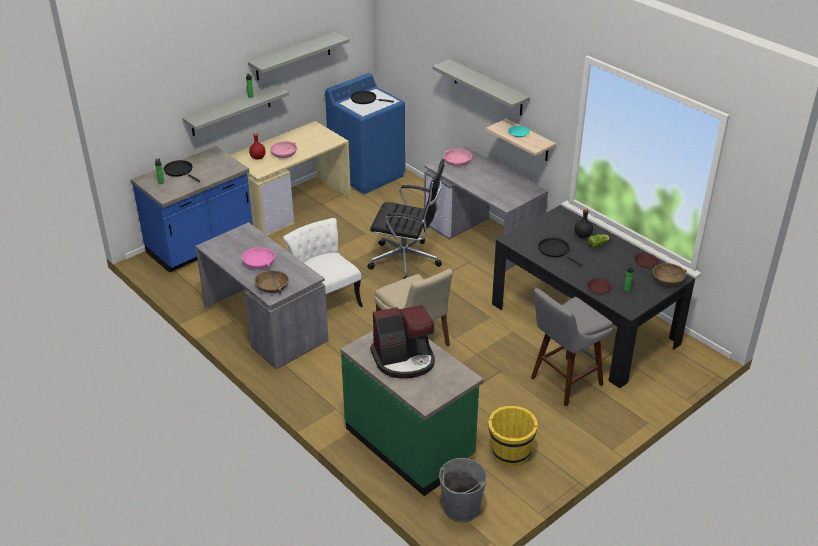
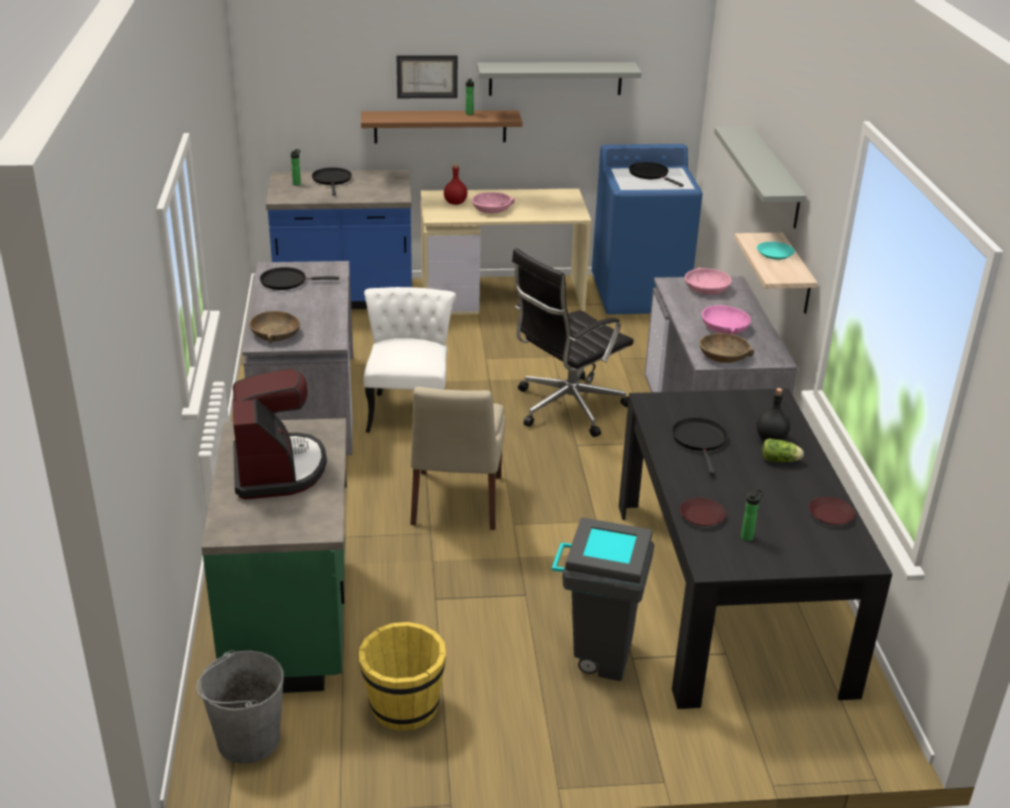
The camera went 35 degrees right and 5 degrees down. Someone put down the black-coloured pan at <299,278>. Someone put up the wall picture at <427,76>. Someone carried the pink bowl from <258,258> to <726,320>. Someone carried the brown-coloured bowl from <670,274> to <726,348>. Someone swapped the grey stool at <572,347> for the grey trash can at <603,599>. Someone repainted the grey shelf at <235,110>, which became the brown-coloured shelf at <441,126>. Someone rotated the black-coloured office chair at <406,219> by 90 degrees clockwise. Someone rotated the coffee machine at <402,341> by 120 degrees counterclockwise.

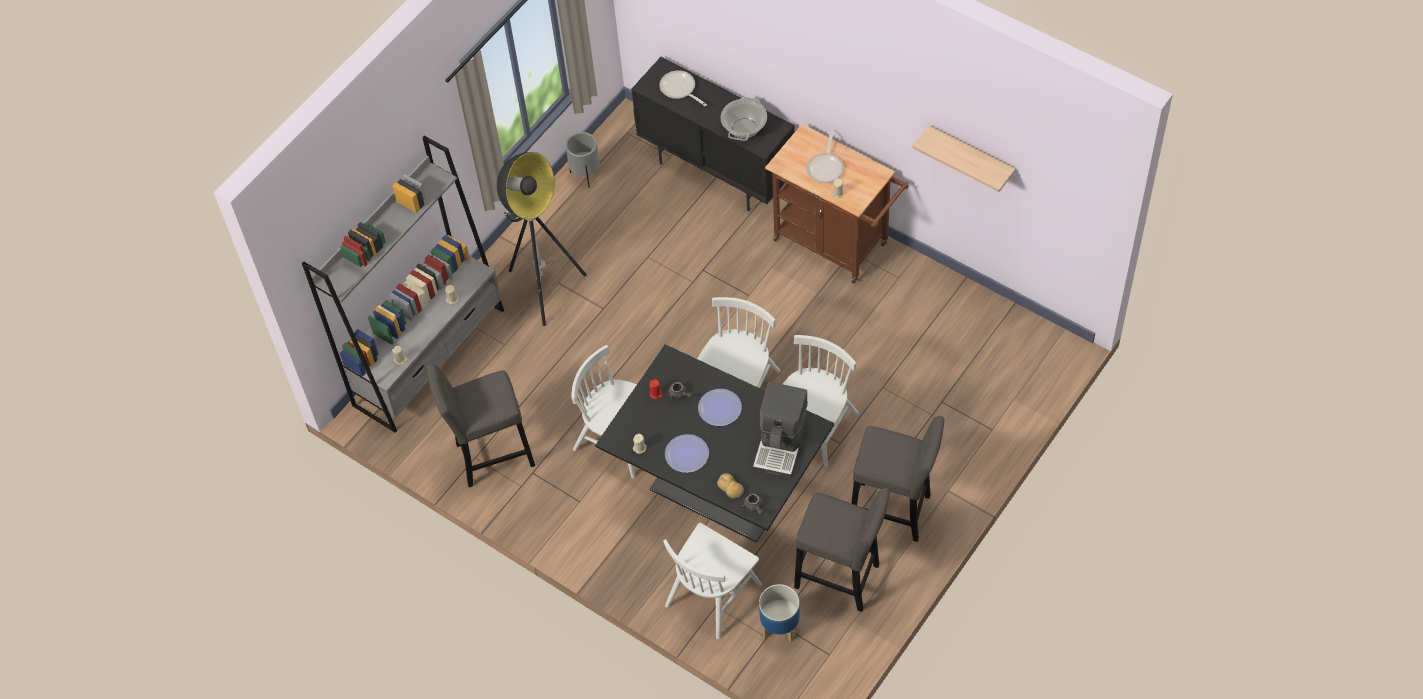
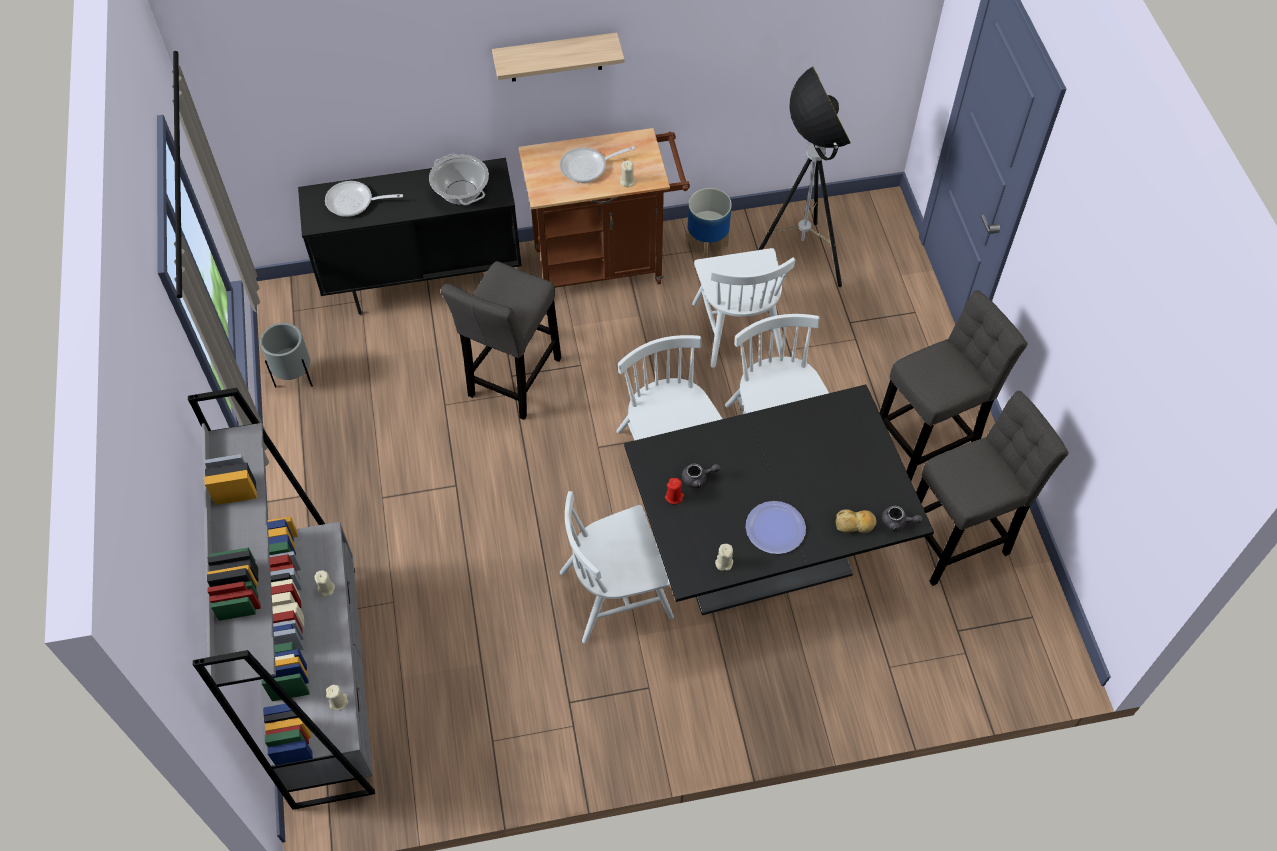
The camera went 50 degrees left and 0 degrees up. Someone took away the plate at <720,407>. Someone took away the coffee machine at <780,430>. Someone carried the grey stool from <480,425> to <501,340>. Someone carried the floor lamp from <542,239> to <804,176>. Someone carried the white-coloured chair from <712,581> to <743,308>. Someone carried the plant pot from <779,613> to <709,223>. Someone carried the shelf from <964,158> to <558,57>. Someone rotated the pan at <825,157> by 105 degrees clockwise.

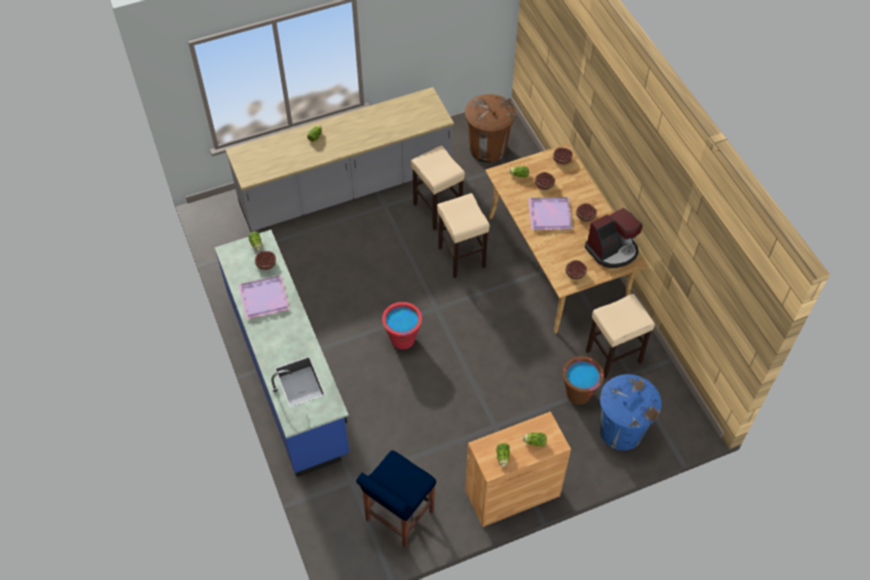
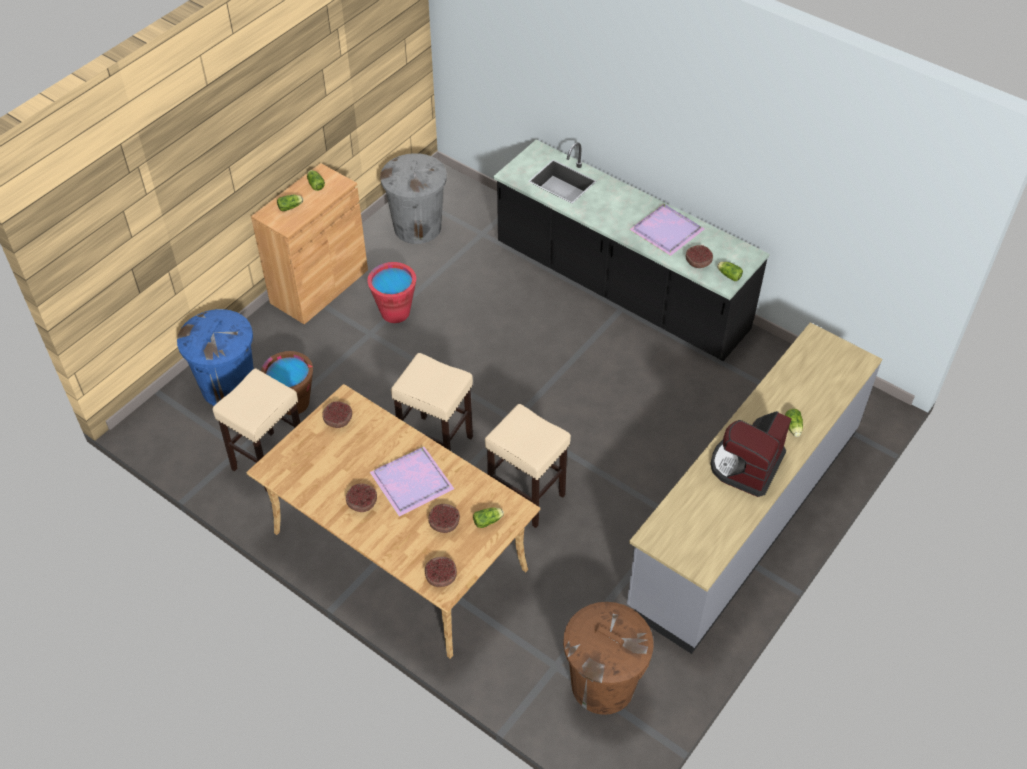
The camera went 150 degrees right and 5 degrees down. Someone carried the red pail from <402,325> to <391,292>. Someone carried the sand-coloured stool from <438,187> to <432,402>. Someone carried the coffee machine from <613,238> to <751,454>. Someone swapped the bluish stool at <396,499> for the grey trash can at <413,198>. Someone repainted the bluish kitchen base unit at <281,353>, which became the black-coloured kitchen base unit at <631,250>.

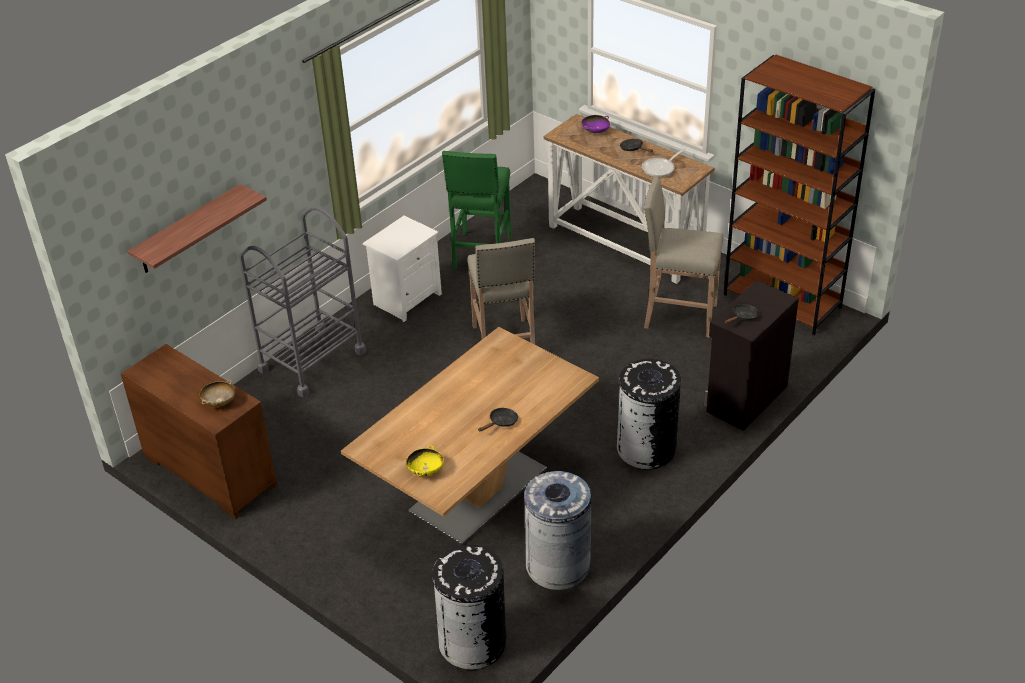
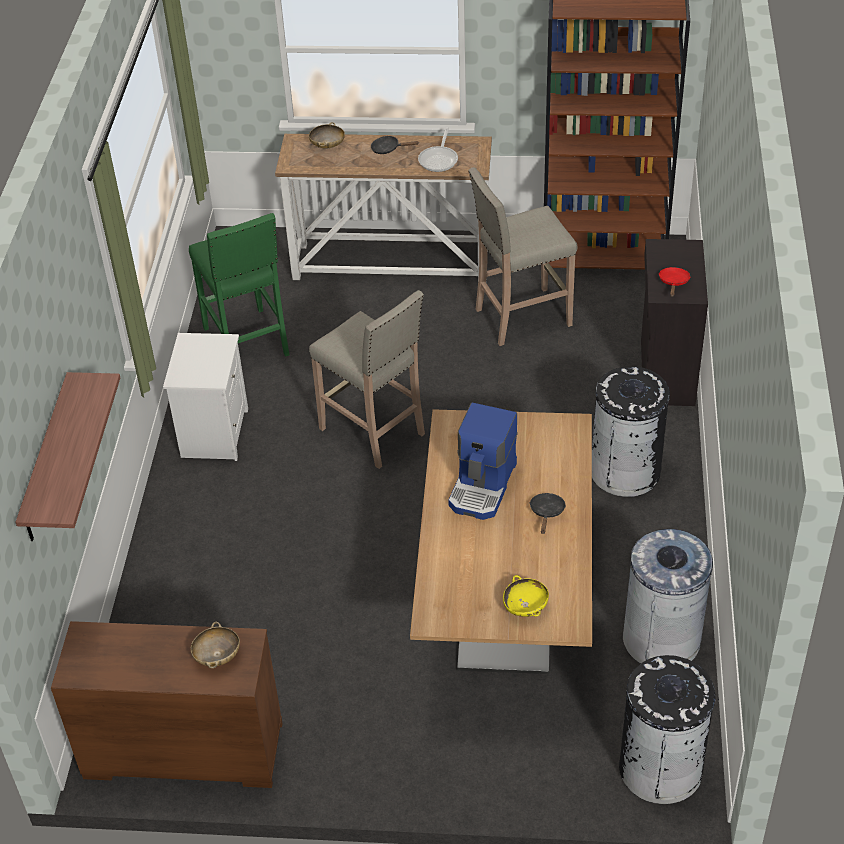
The camera went 35 degrees left and 5 degrees up. Someone took away the grey cart at <302,301>. Someone put down the coffee machine at <483,461>. Someone repainted the purplish bowl at <596,124>, which became the sand-coloured bowl at <327,135>. Someone repainted the black-coloured pan at <742,314>, which became the red pan at <675,282>.

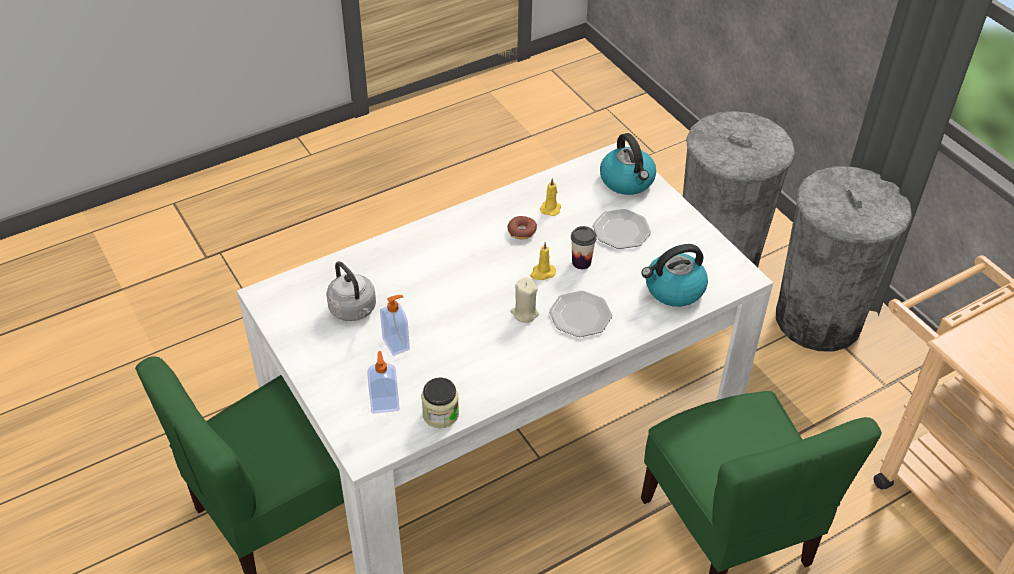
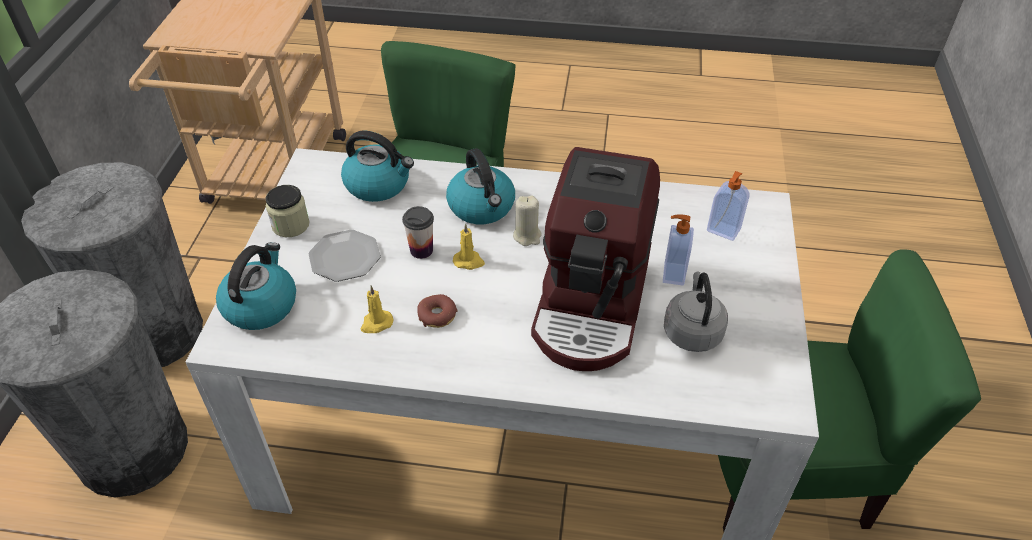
The camera went 140 degrees left and 0 degrees up. Someone put down the coffee machine at <595,259>. Someone carried the storage jar from <440,402> to <287,211>. Someone swapped the plate at <580,314> for the water kettle at <480,186>.

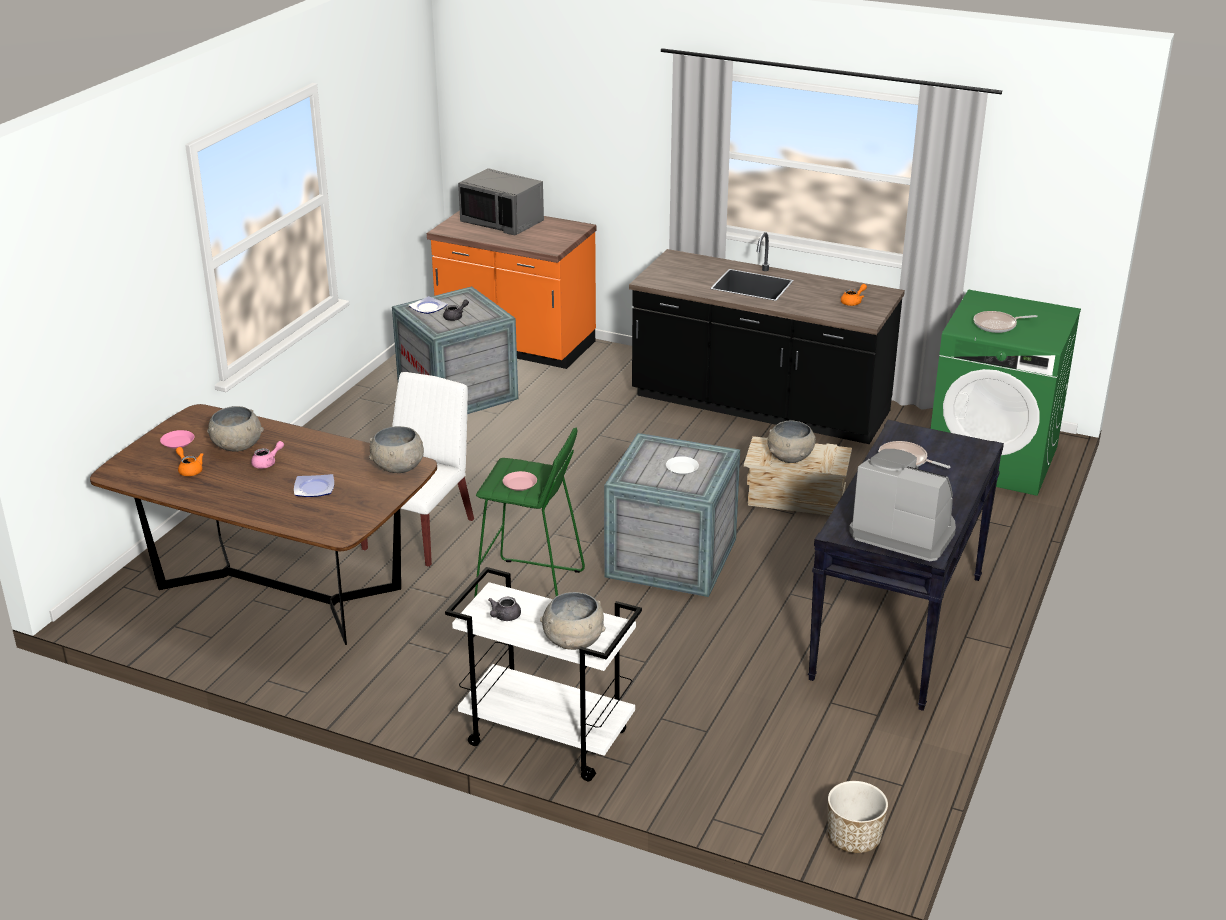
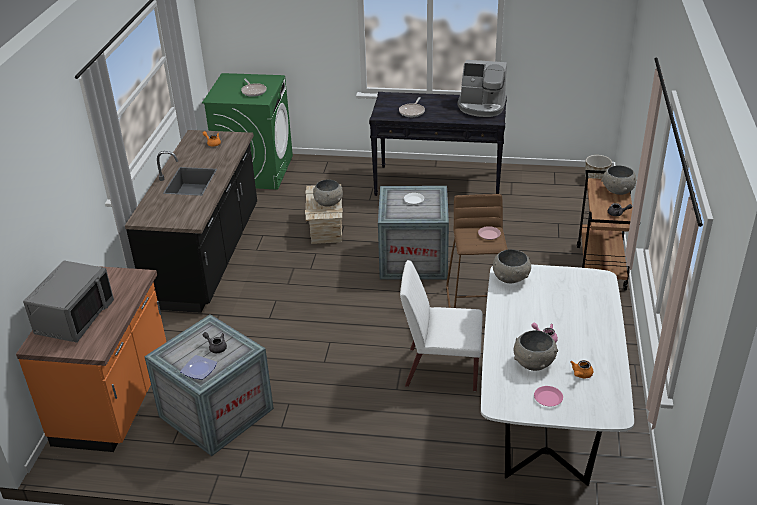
The camera went 105 degrees left and 5 degrees up. Someone took away the plate at <314,485>. Someone repainted the brown-coloured dinner table at <263,524>, which became the white-coloured dinner table at <557,375>. Someone repainted the white-coloured cart at <543,674>, which became the brown-coloured cart at <605,230>. Someone repainted the green stool at <529,513>, which became the brown-coloured stool at <477,251>. Someone rotated the coffee machine at <902,505> by 90 degrees counterclockwise.

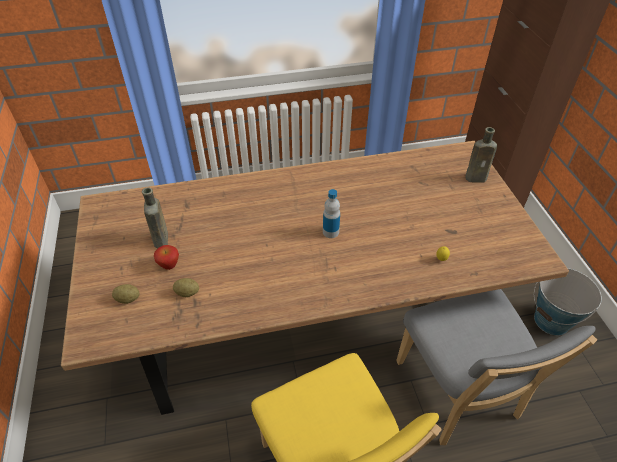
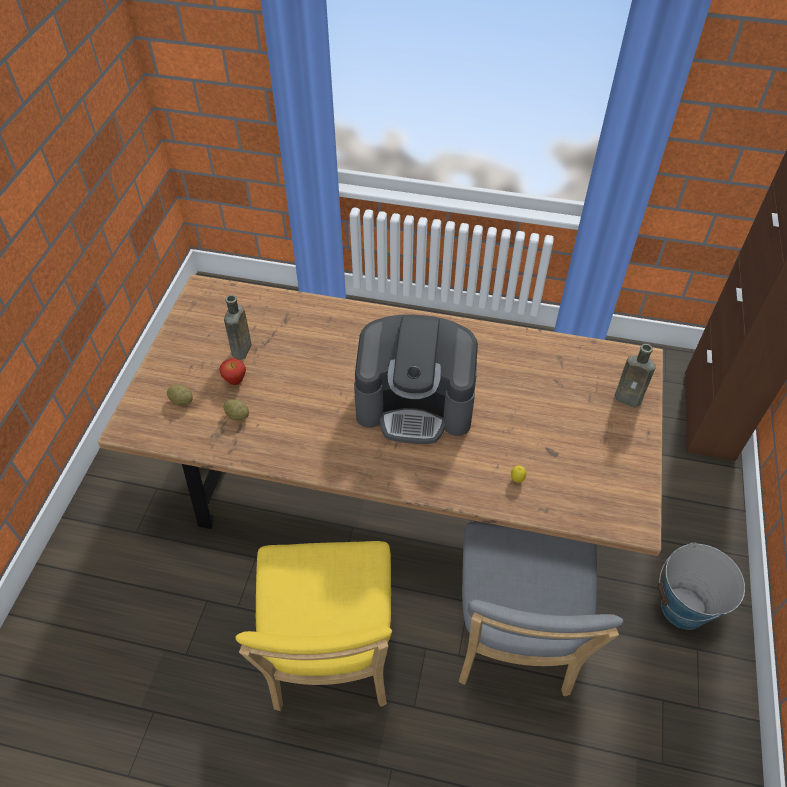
The camera went 25 degrees right and 5 degrees up. Someone swapped the beverage bottle at <331,213> for the coffee machine at <416,379>.

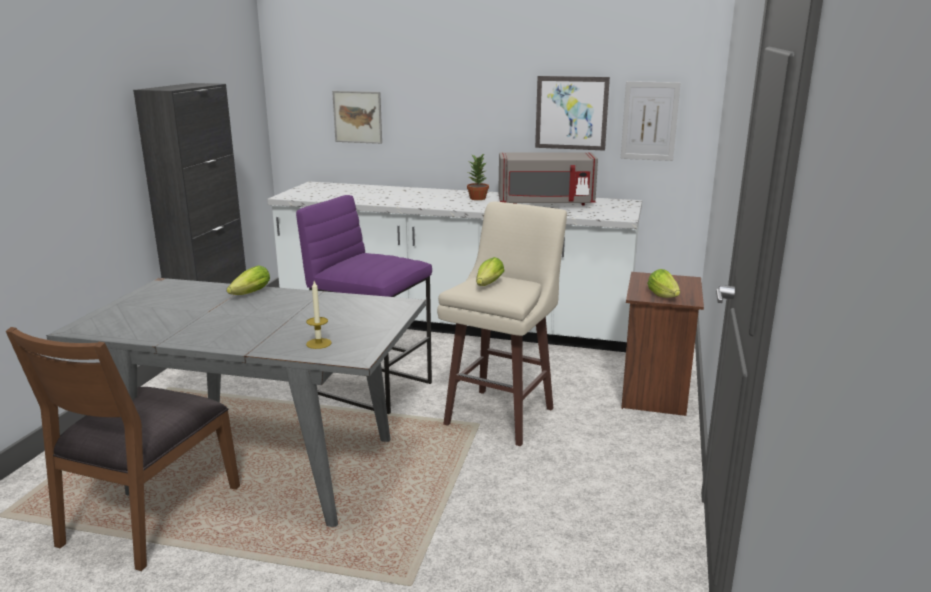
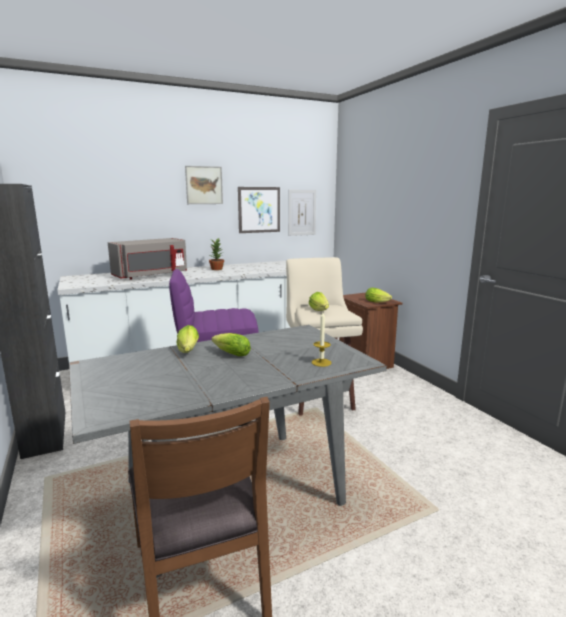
The camera went 40 degrees left and 5 degrees down. Someone put down the head of lettuce at <231,344>. Someone carried the wall picture from <357,117> to <204,185>. Someone carried the grey microwave from <548,178> to <147,259>.

